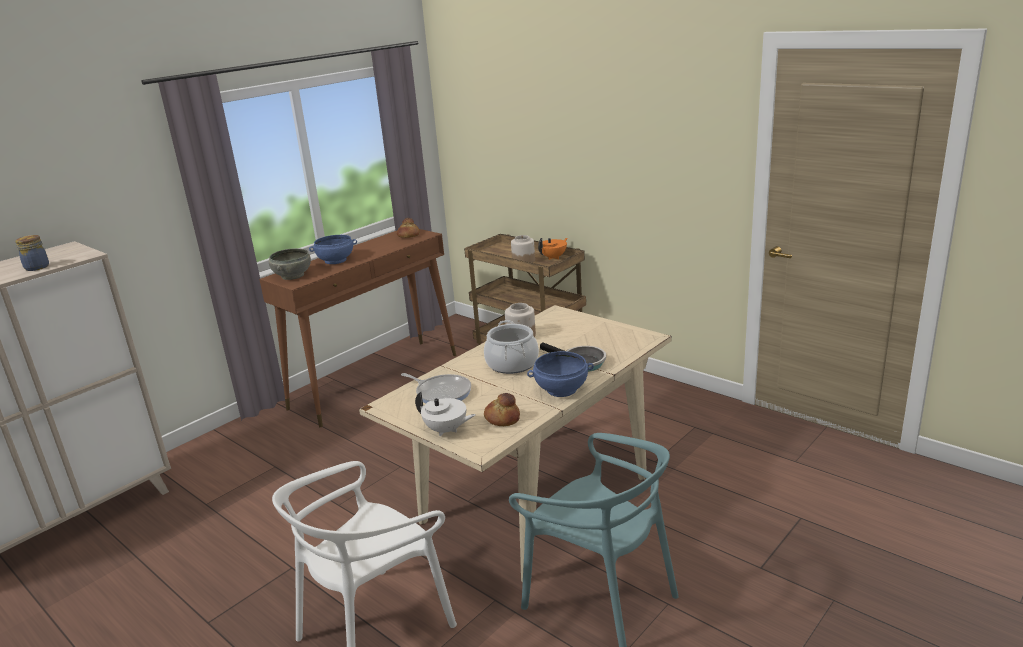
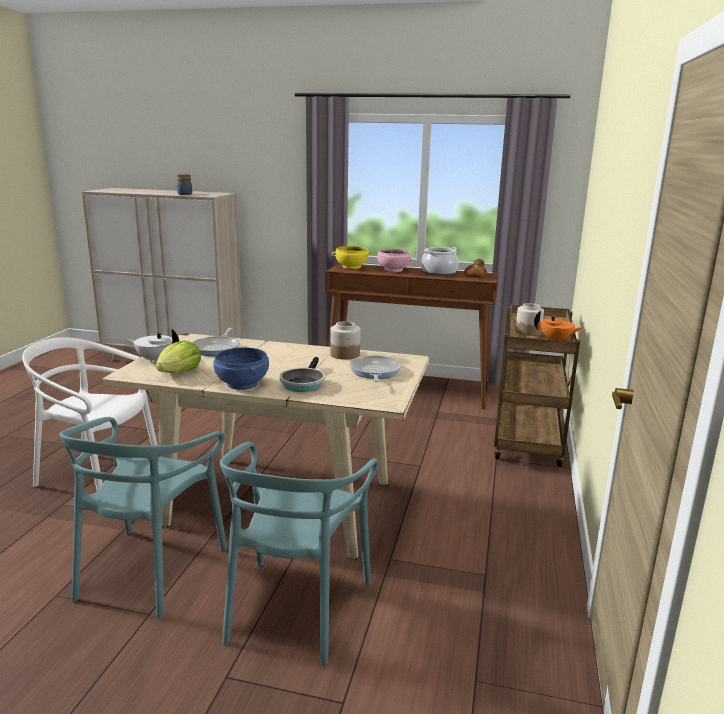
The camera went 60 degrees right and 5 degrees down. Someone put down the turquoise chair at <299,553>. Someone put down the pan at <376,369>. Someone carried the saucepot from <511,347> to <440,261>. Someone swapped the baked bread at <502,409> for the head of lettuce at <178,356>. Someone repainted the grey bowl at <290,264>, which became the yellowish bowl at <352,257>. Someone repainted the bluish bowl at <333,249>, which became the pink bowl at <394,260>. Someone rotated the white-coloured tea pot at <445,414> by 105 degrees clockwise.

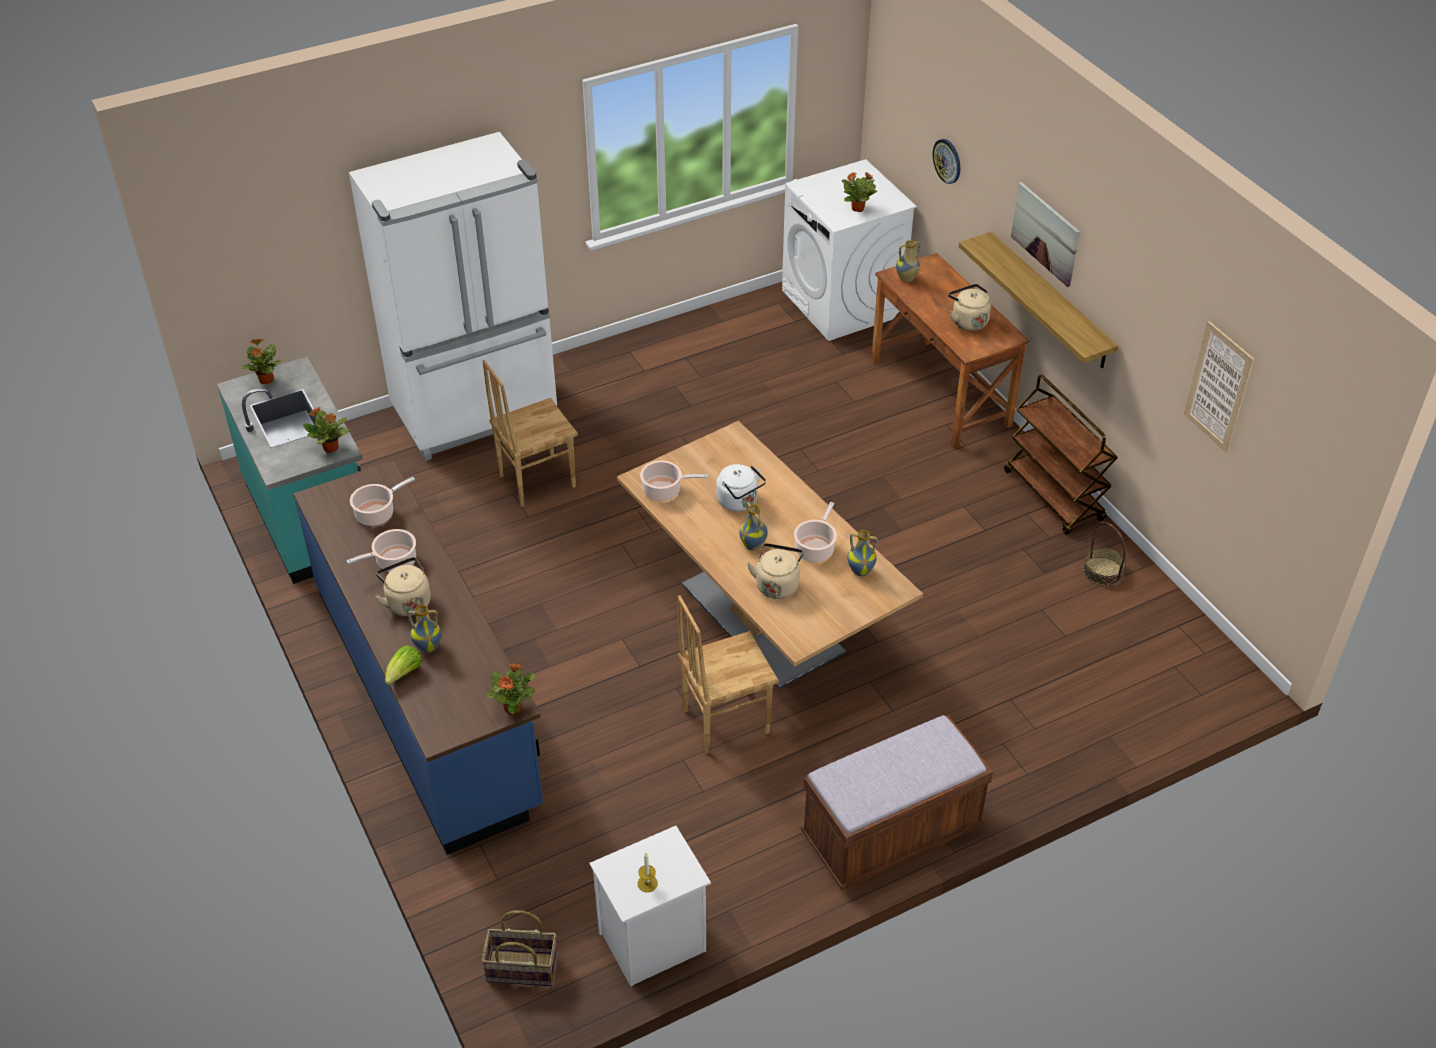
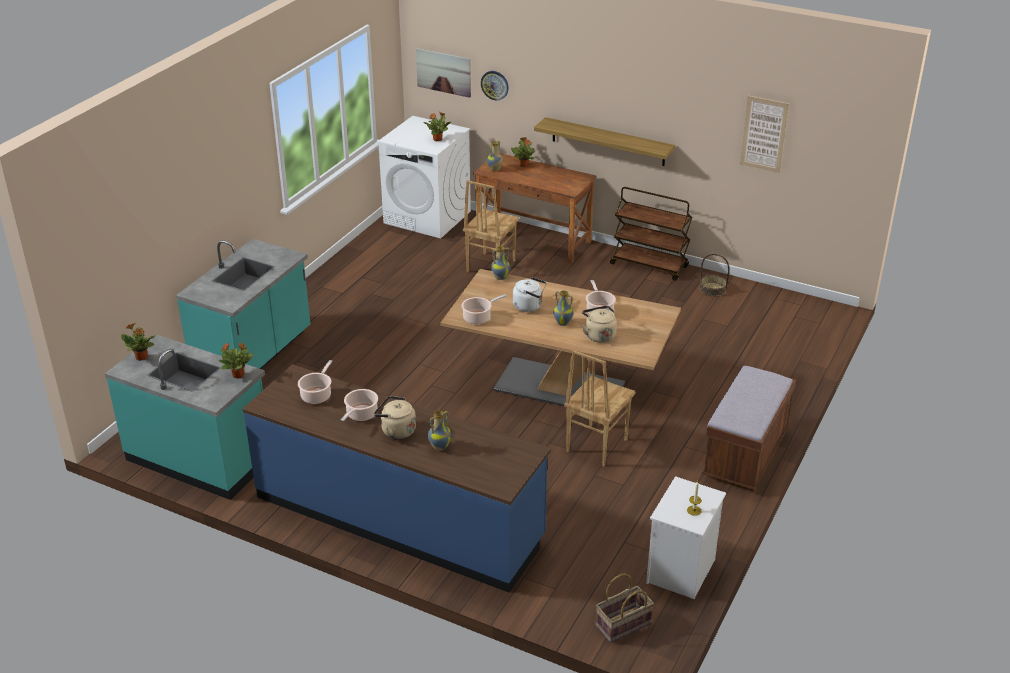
The camera went 35 degrees left and 10 degrees down. Someone took away the head of lettuce at <403,665>. Someone took away the sand-coloured water kettle at <969,307>. Someone carried the brown-coloured chair from <530,433> to <491,226>. Someone carried the potted plant from <511,689> to <523,152>. Someone carried the flower vase from <863,553> to <500,263>. Someone carried the wall picture from <1045,234> to <443,73>. Someone swapped the white-coloured kitchen fridge at <453,296> for the turquoise kitchen base unit at <243,304>.

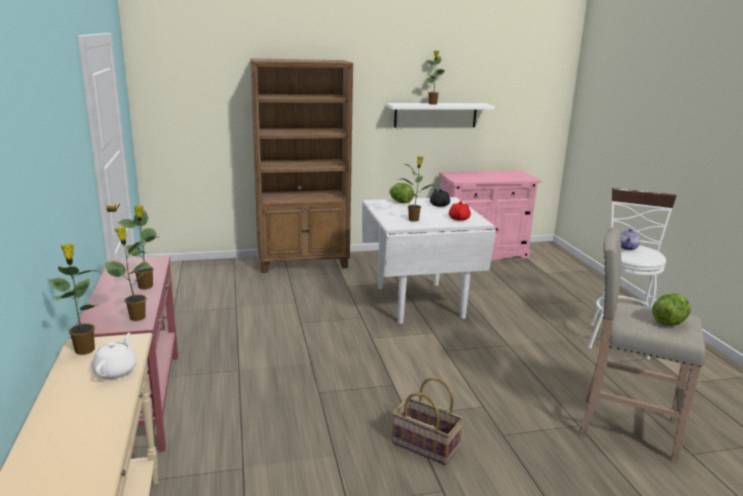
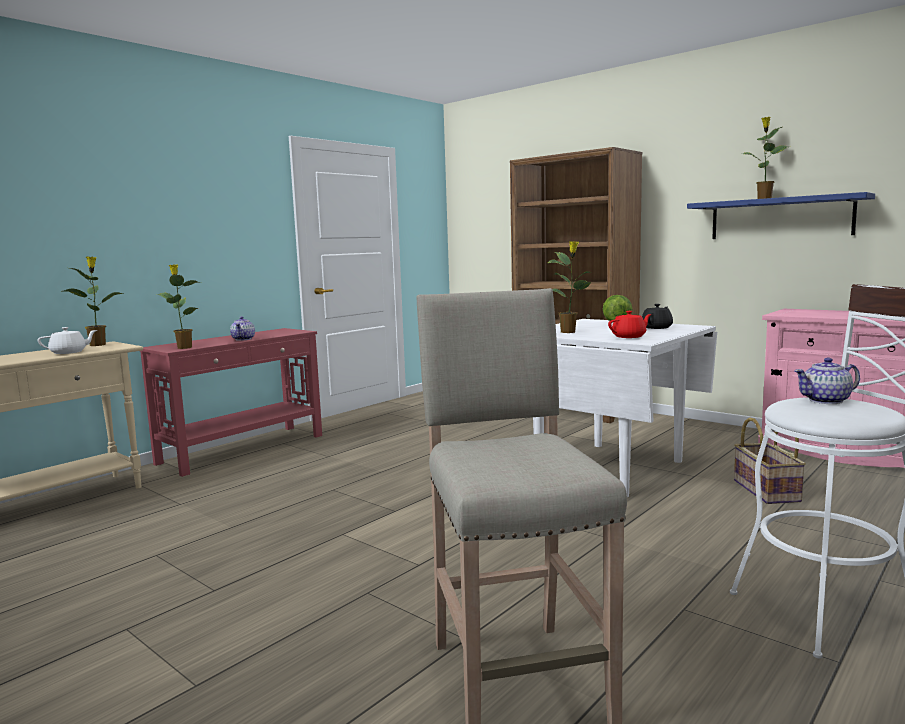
The camera went 55 degrees right and 10 degrees down. Someone took away the head of lettuce at <671,309>. Someone carried the basket from <428,421> to <770,460>. Someone swapped the potted plant at <138,247> for the tea pot at <242,328>. Someone repainted the white-coloured shelf at <440,115>, which became the bluish shelf at <781,215>.

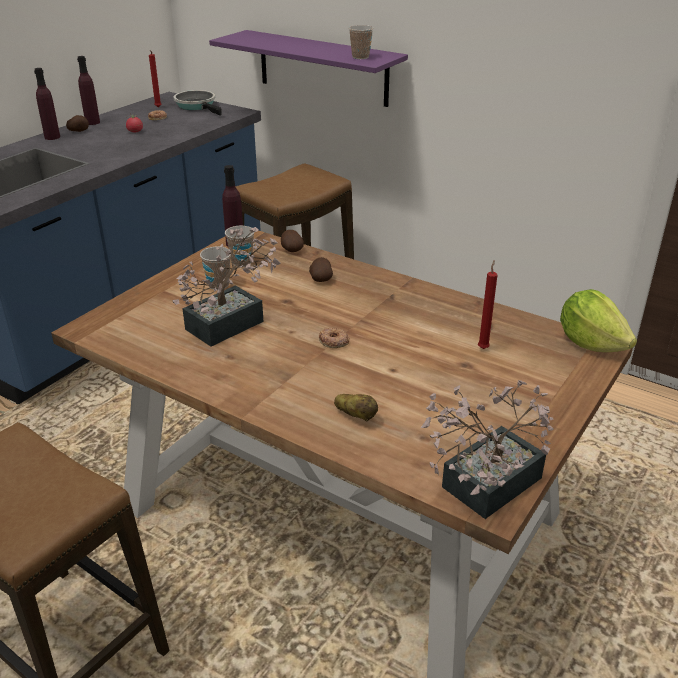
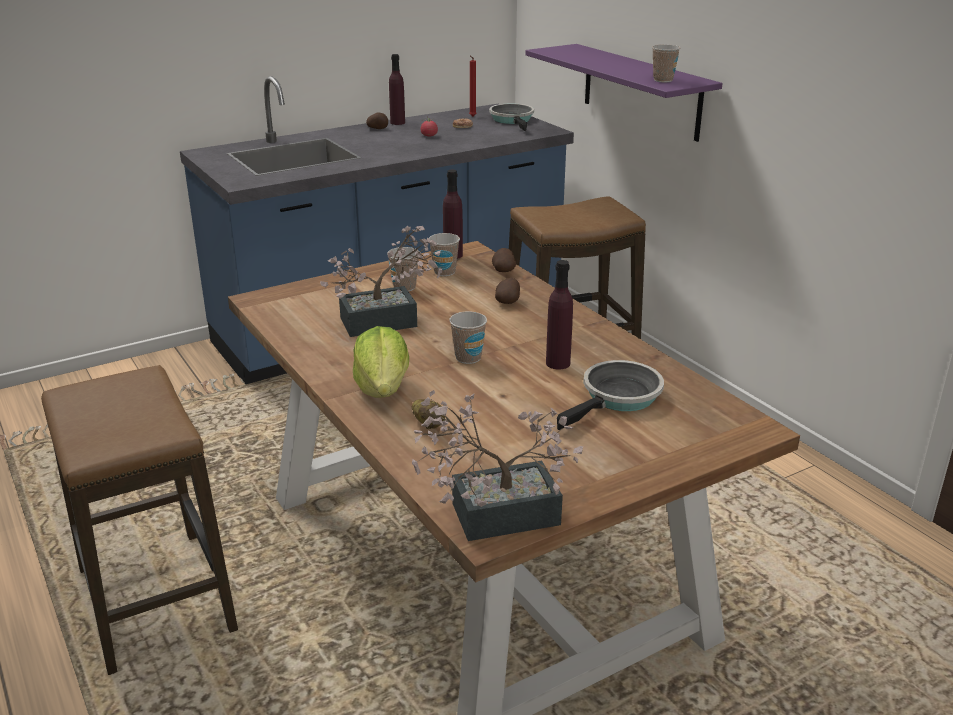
The camera went 25 degrees right and 5 degrees down. Someone carried the purplish beverage bottle from <47,104> to <559,314>. Someone carried the head of lettuce from <598,320> to <381,362>. Someone swapped the doughnut at <334,337> for the cup at <468,337>. Someone swapped the red wax candle at <487,304> for the pan at <610,395>.

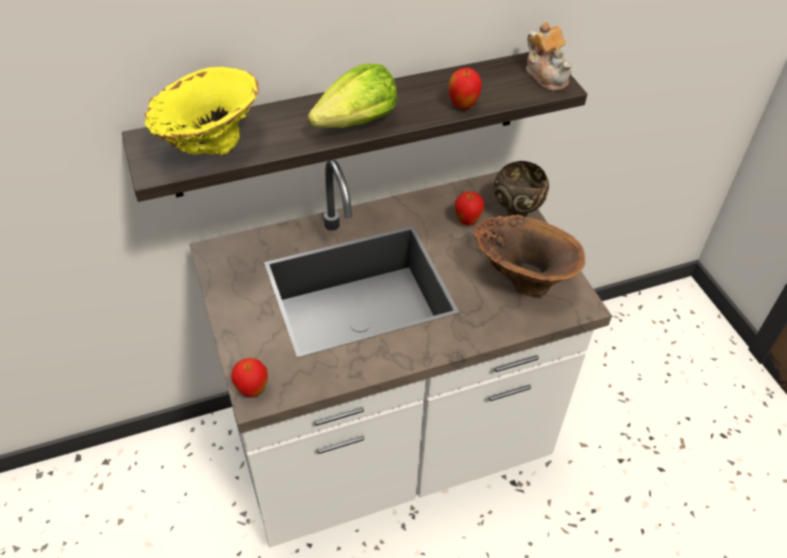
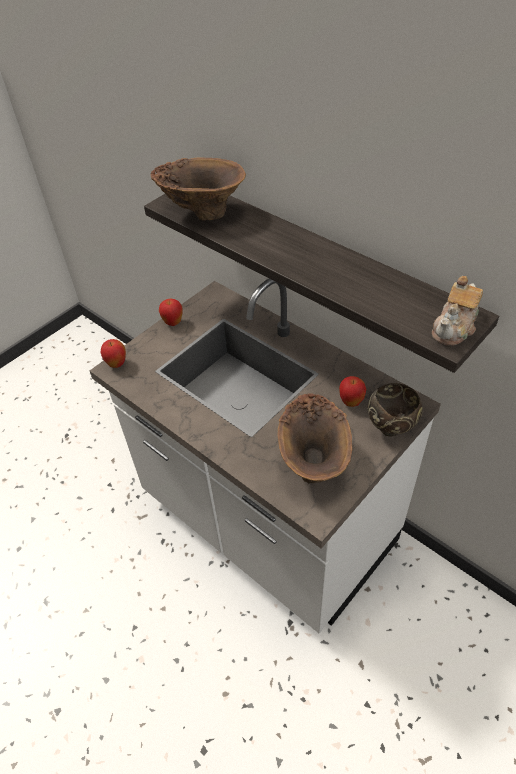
The camera went 65 degrees right and 0 degrees up. Someone took away the head of lettuce at <352,96>. Someone carried the whole apple from <465,89> to <170,312>. Someone repainted the yellowish flower vase at <201,111>, which became the brown-coloured flower vase at <198,189>.

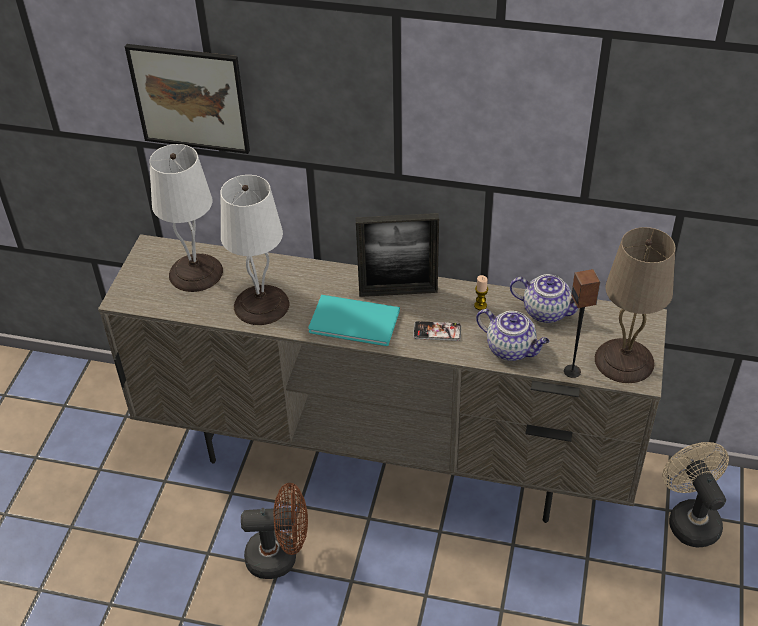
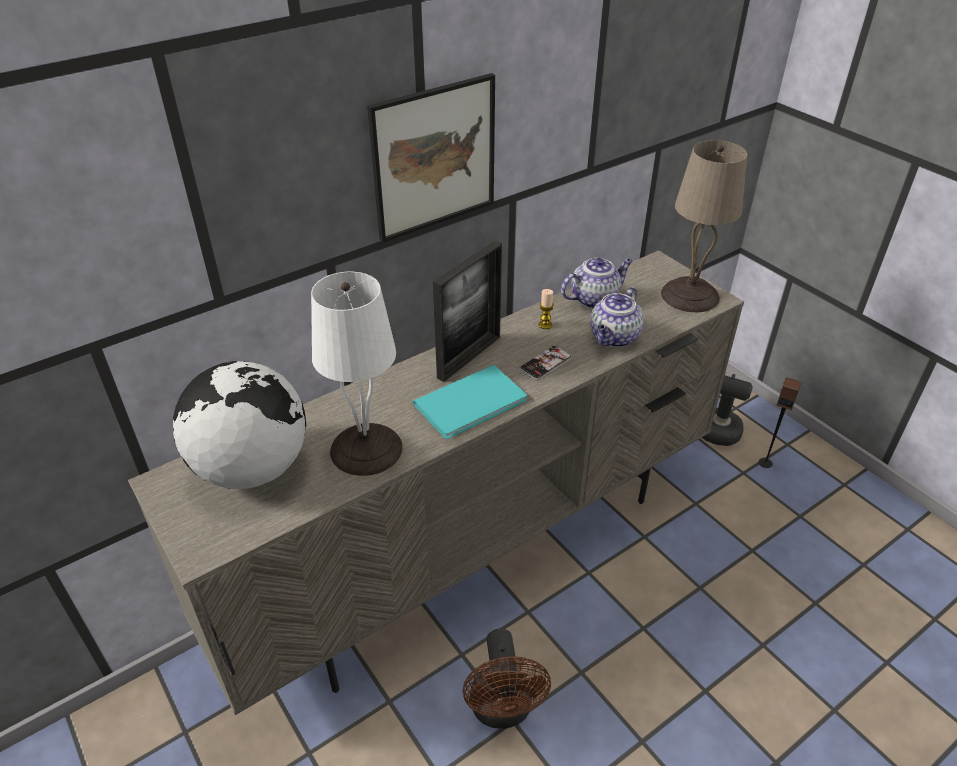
The camera went 50 degrees left and 5 degrees down. Someone carried the wall picture from <187,99> to <431,157>. Someone carried the loudspeaker from <582,323> to <780,422>. Someone swapped the white-coloured tabletop lamp at <186,218> for the desk globe at <239,425>. Someone rotated the brown-coloured fan at <274,531> by 135 degrees clockwise. Someone rotated the tea pot at <513,335> by 135 degrees clockwise.

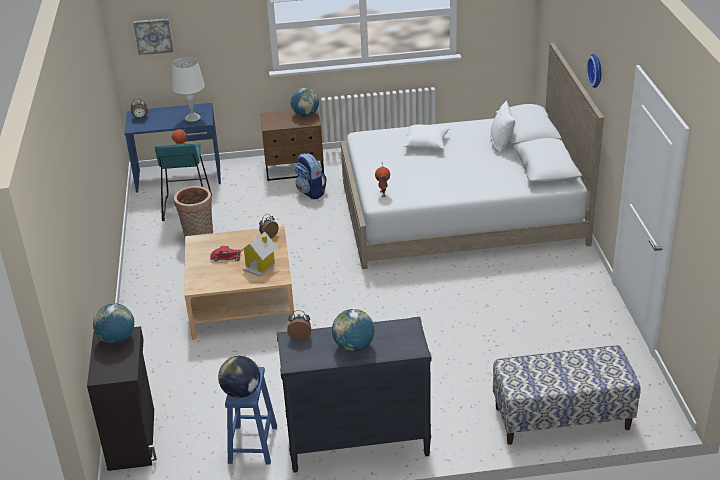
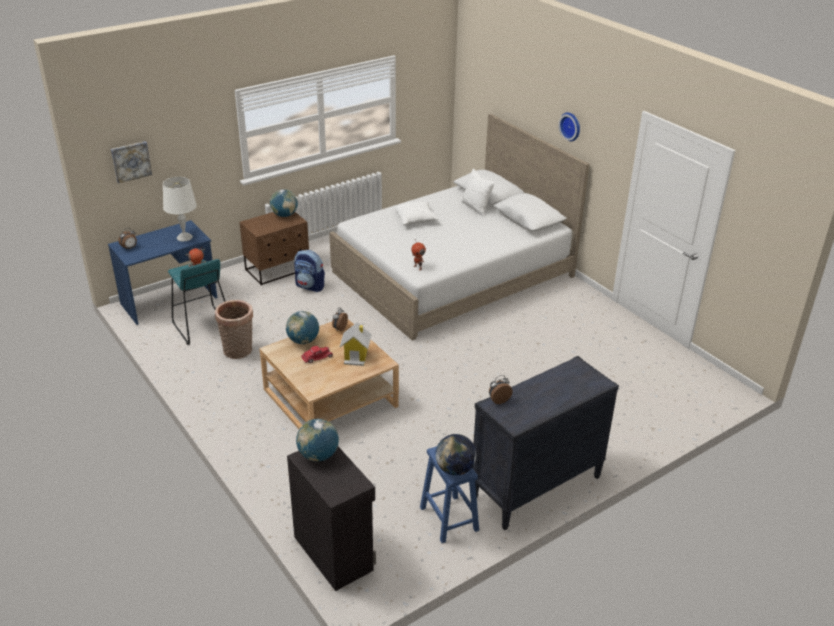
The camera went 30 degrees left and 0 degrees up. Someone took away the indoor bench at <567,395>. Someone carried the desk globe from <353,330> to <302,327>.

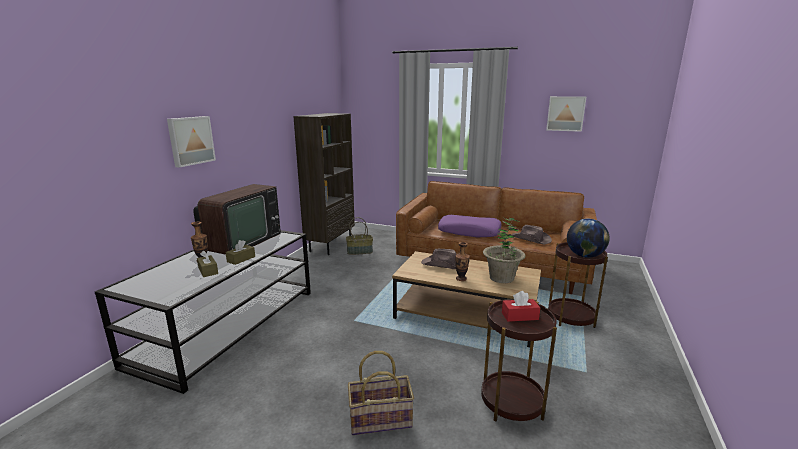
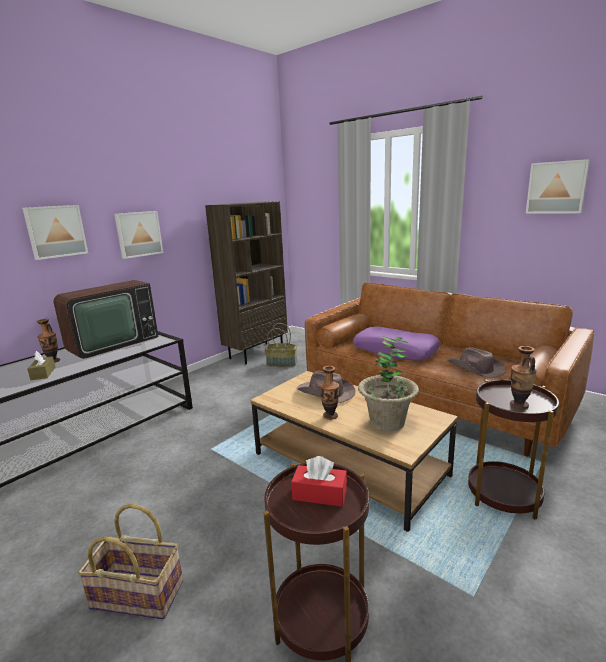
The camera went 20 degrees right and 0 degrees up. Someone took away the brown-coloured box of tissues at <240,252>. Someone put up the wall picture at <138,235>. Someone swapped the desk globe at <588,238> for the flower vase at <523,377>.

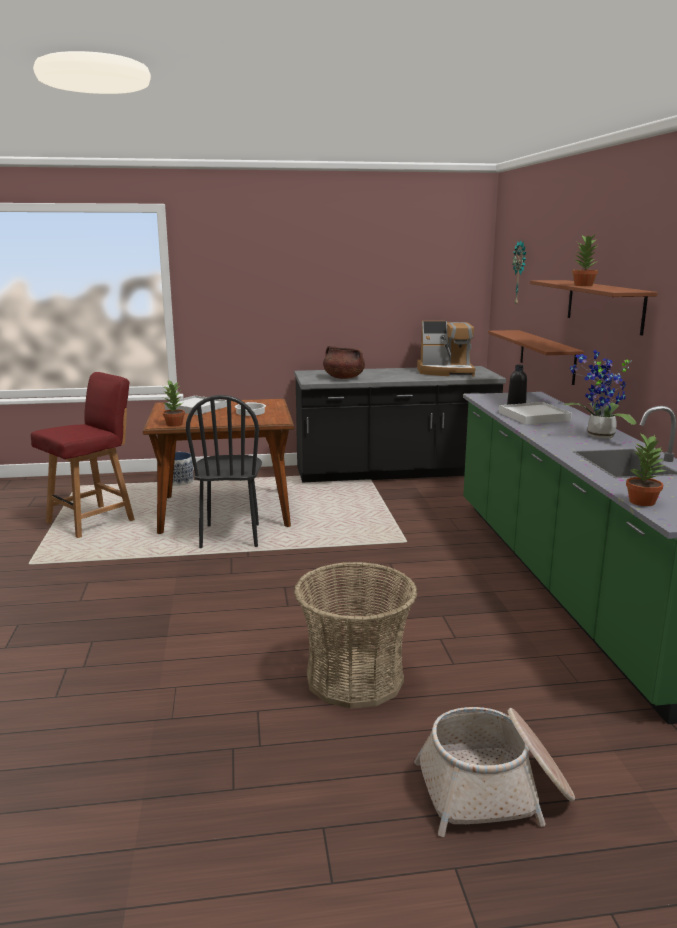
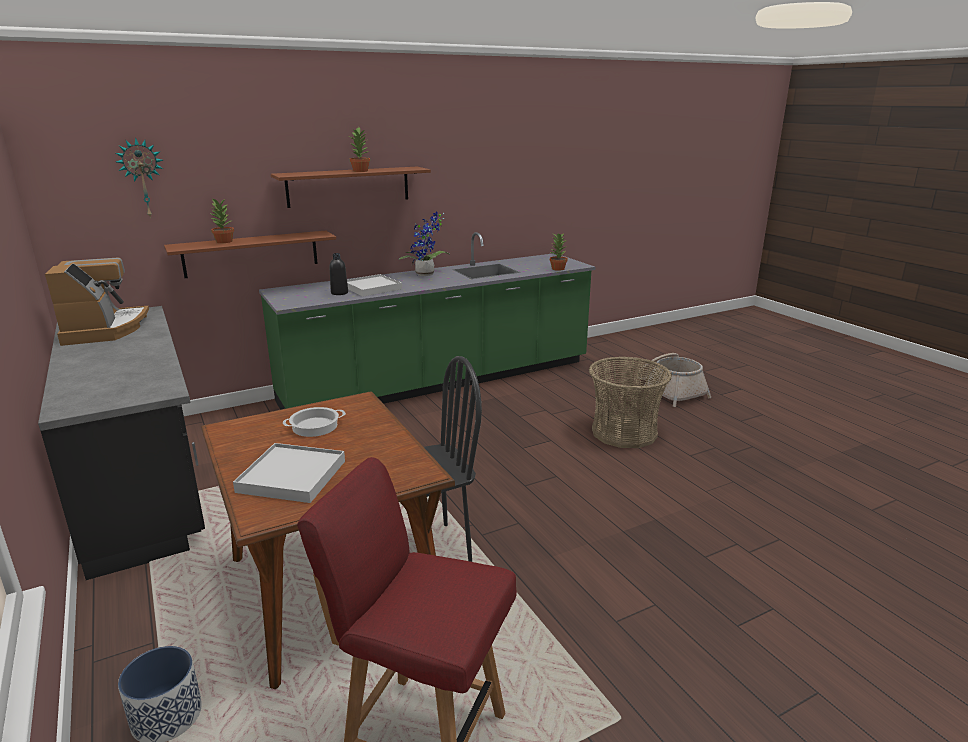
The camera went 110 degrees left and 5 degrees up. Someone took away the brown-coloured saucepot at <344,362>. Someone carried the potted plant from <174,403> to <222,220>.

